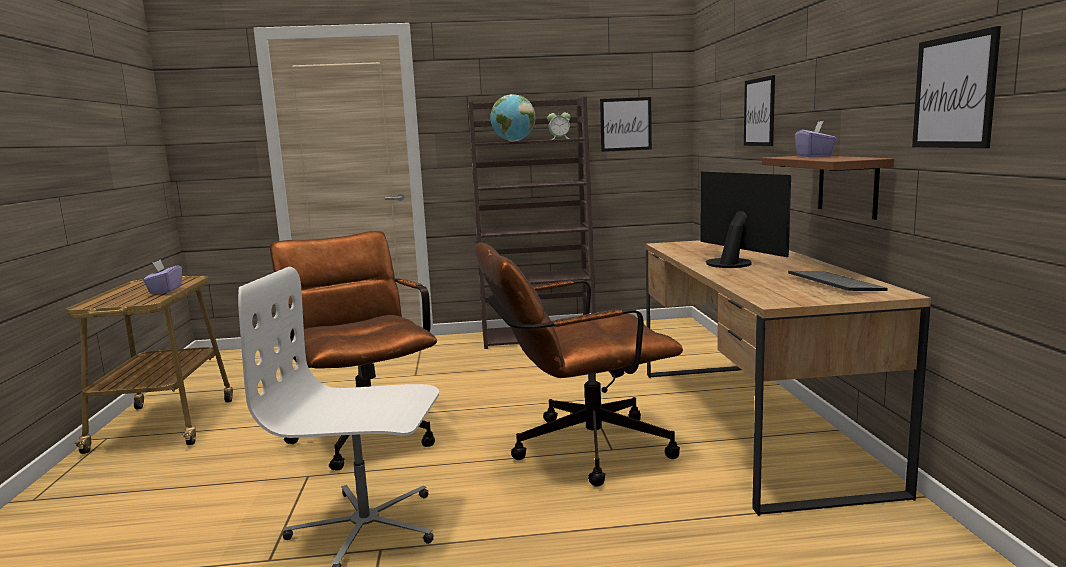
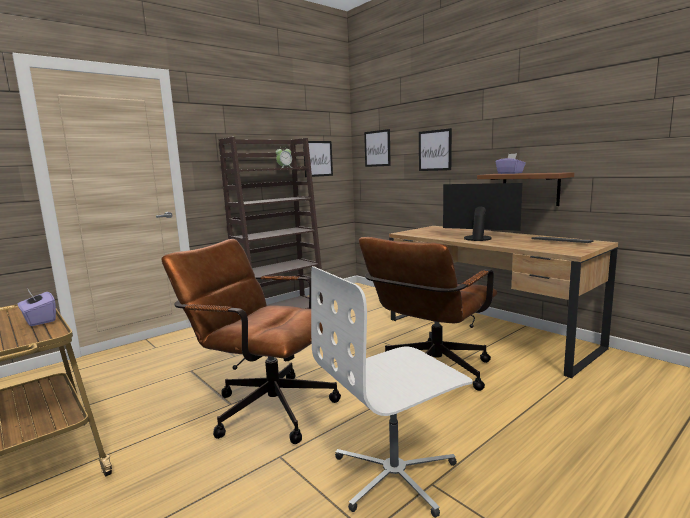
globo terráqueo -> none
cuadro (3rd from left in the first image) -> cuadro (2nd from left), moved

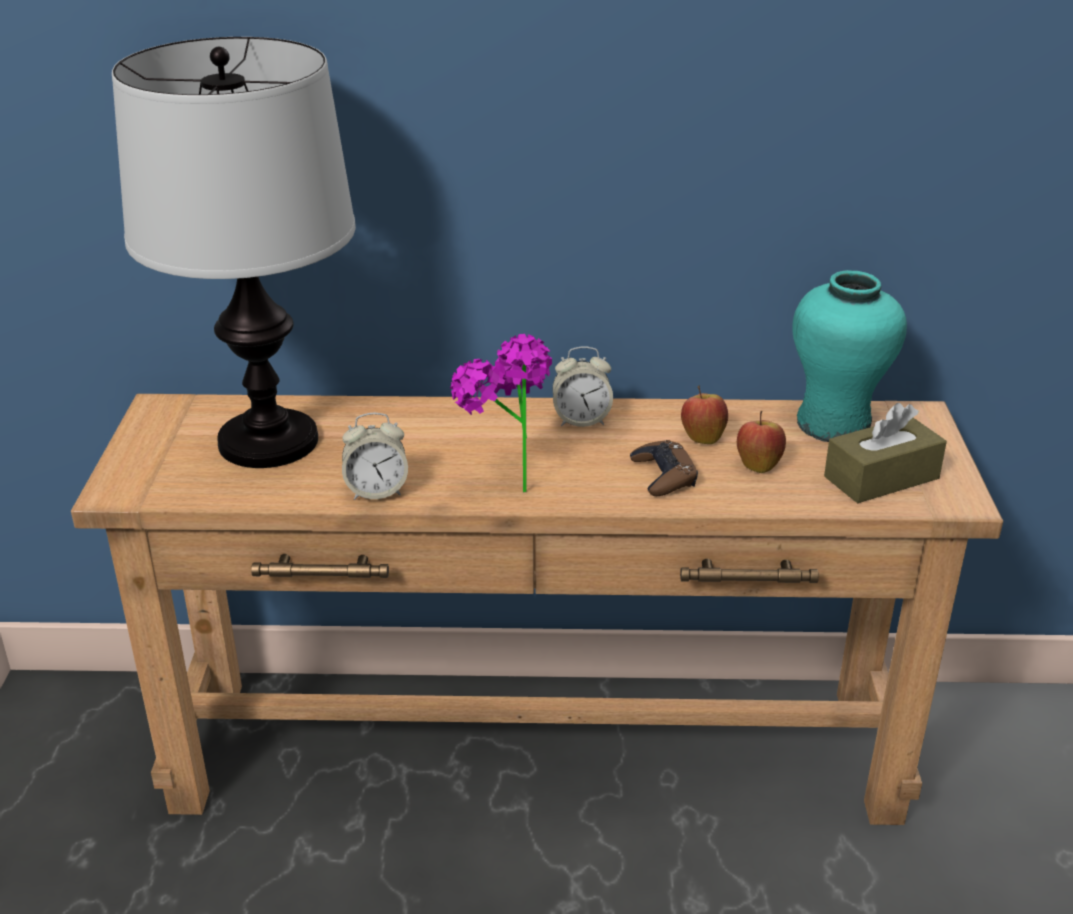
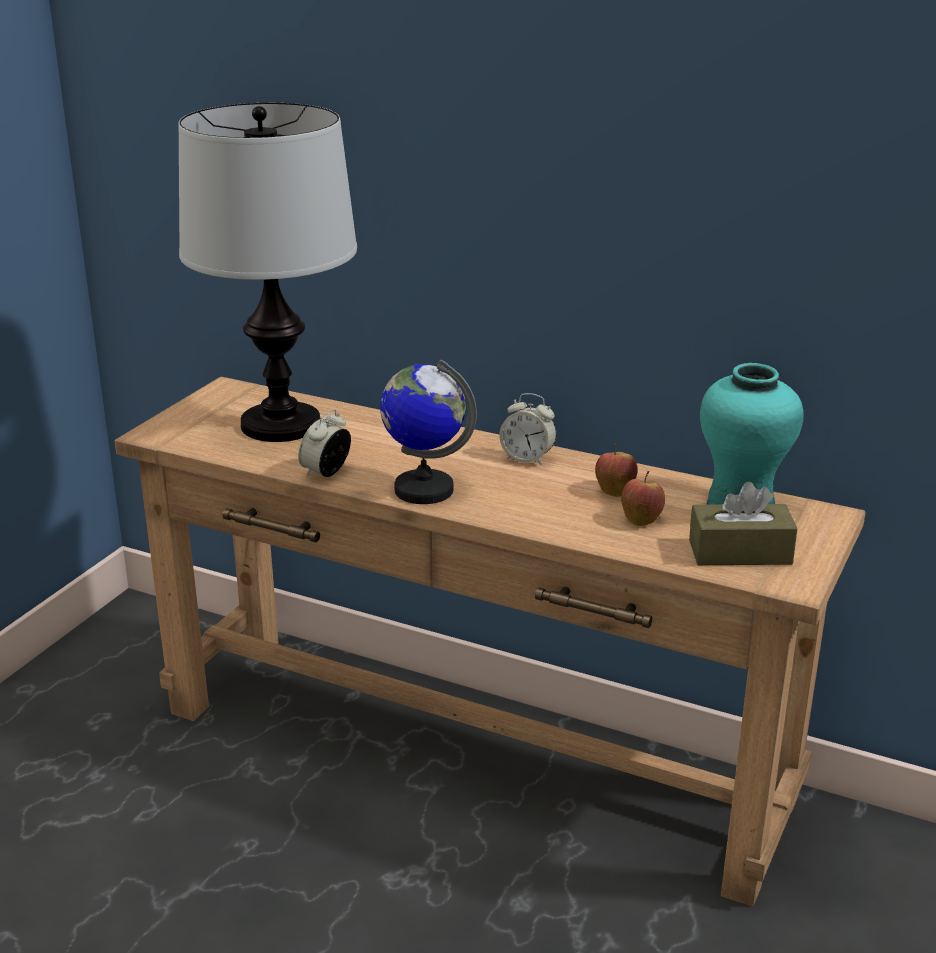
despertador (1st from left), 105 degrees clockwise
planta en maceta -> globo terráqueo
mando de consola/marrón -> none

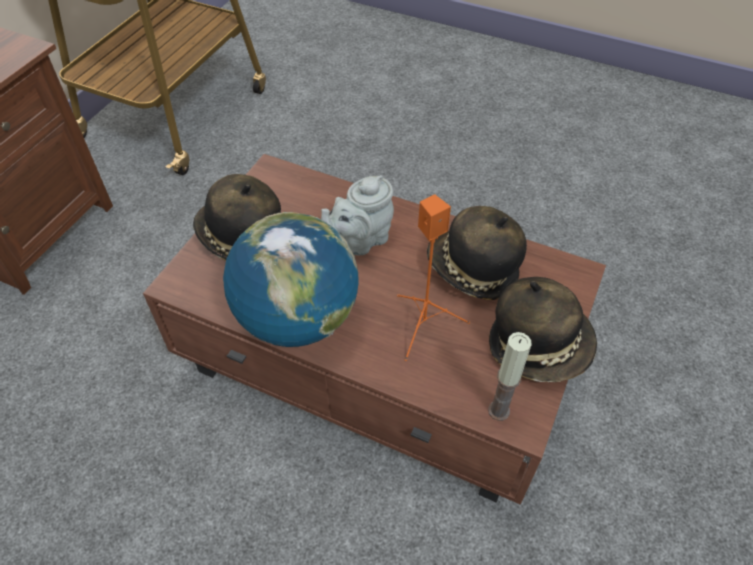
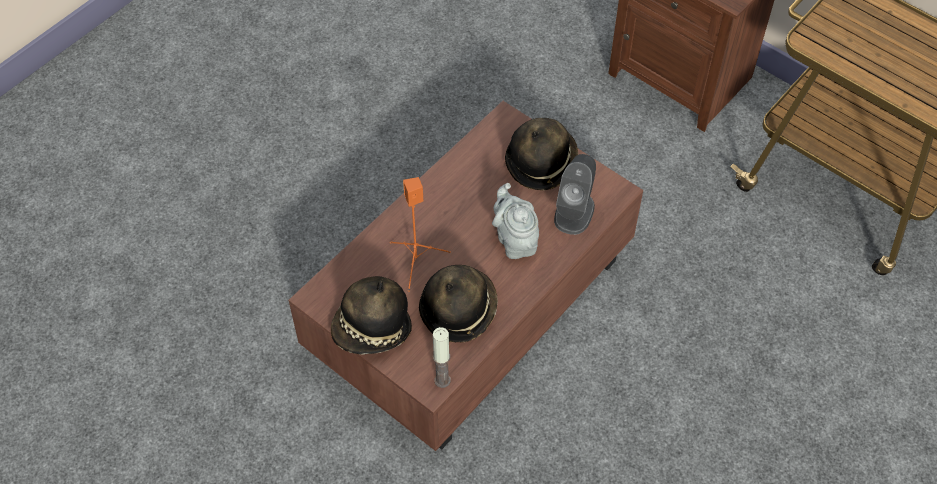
globo terráqueo -> none
vela, moved
none -> altavoz/gris

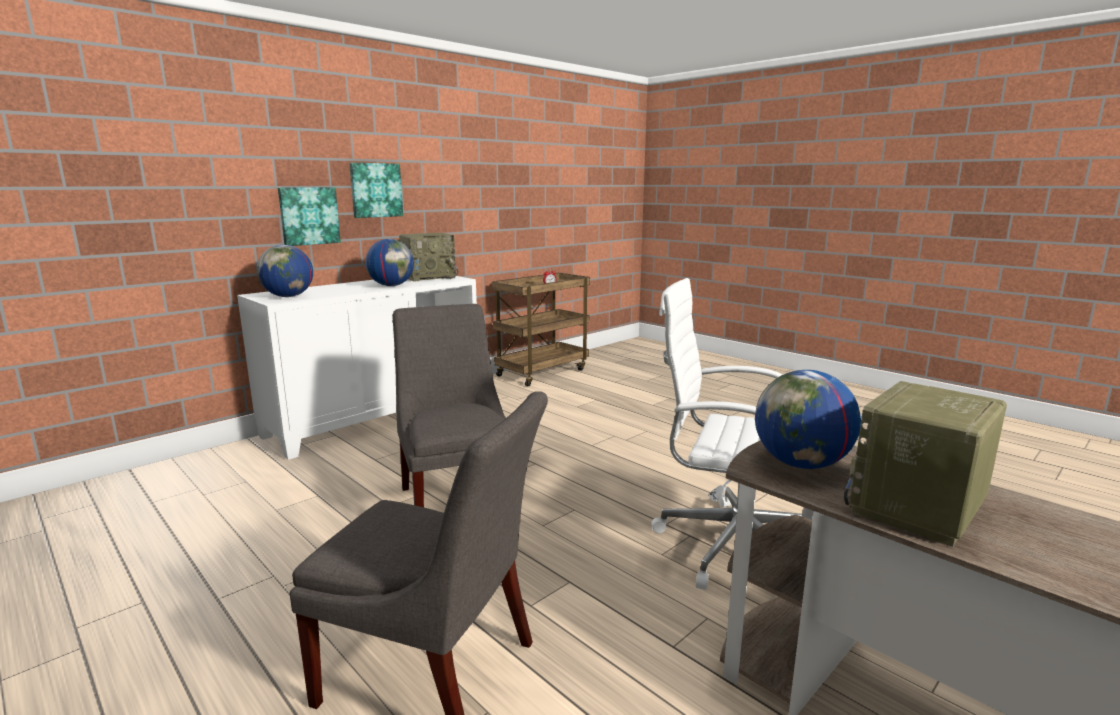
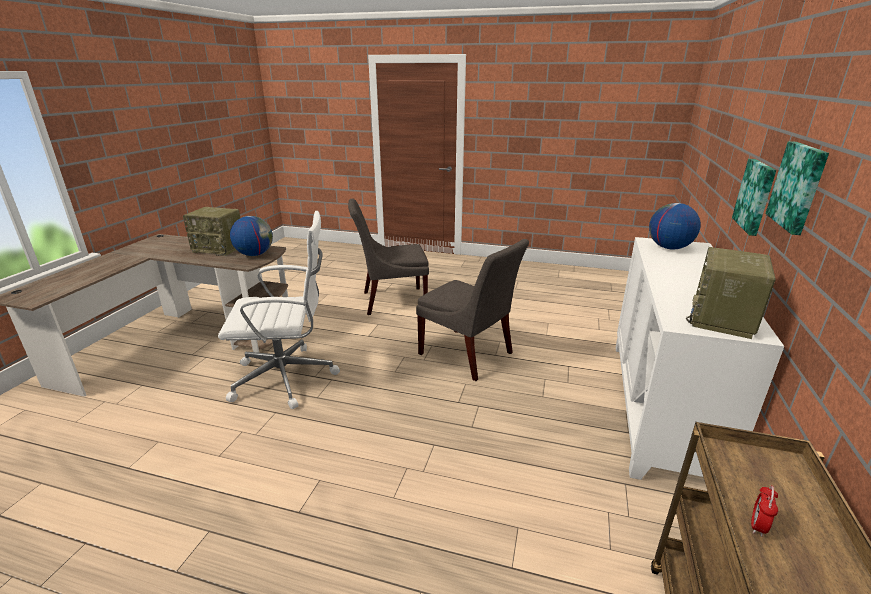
globo terráqueo (2nd from left) -> none
radio (2nd from left in the first image) -> radio (1st from left), 90 degrees clockwise

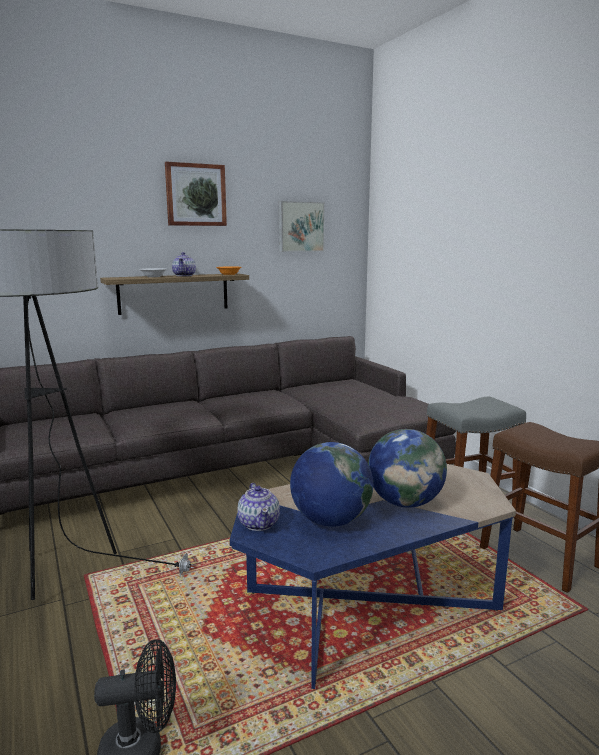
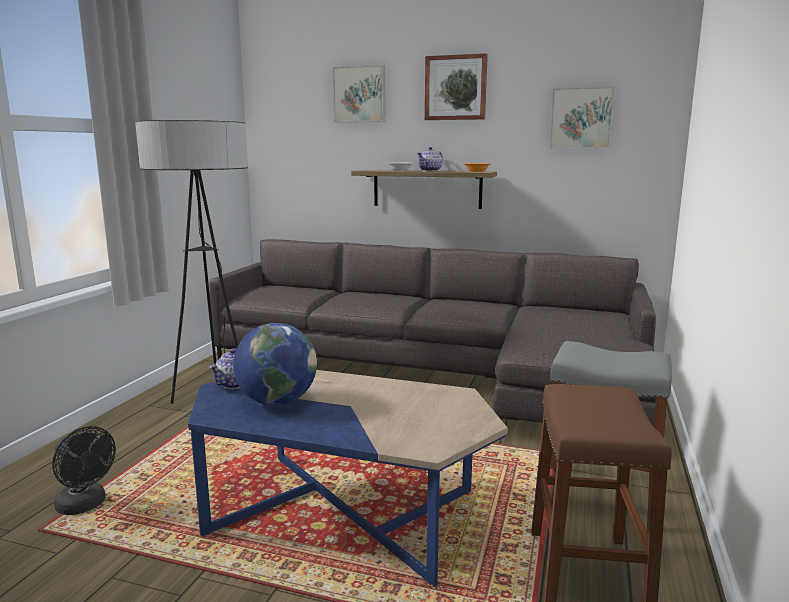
globo terráqueo (2nd from left) -> none
none -> cuadro (1st from left)

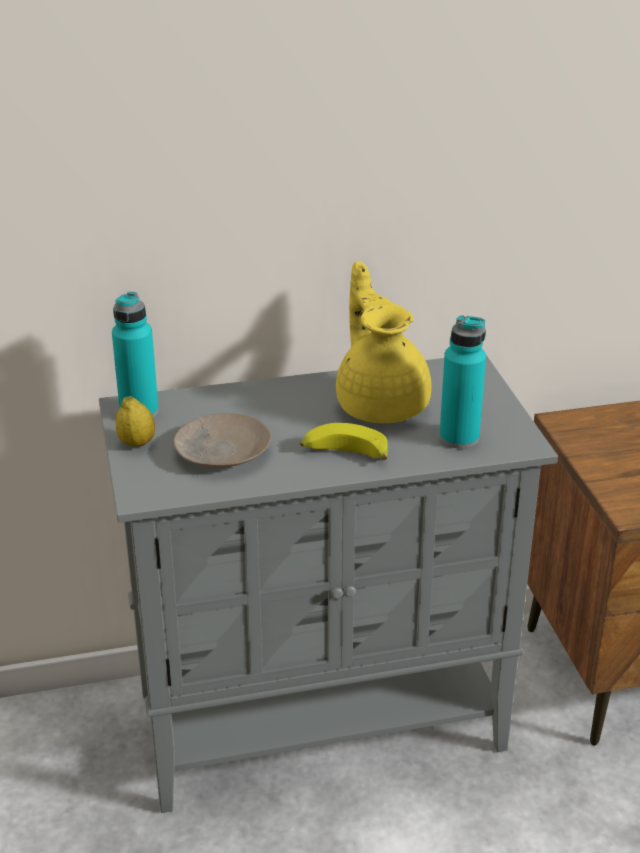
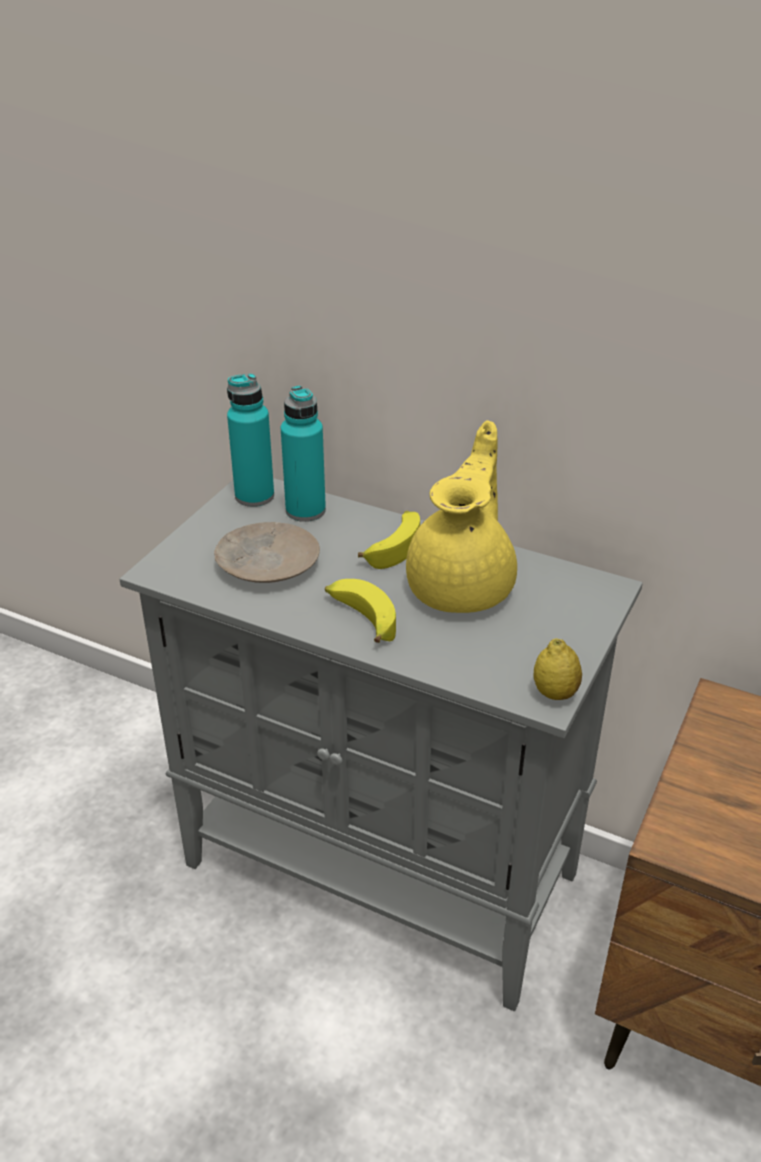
limón, moved
botella/turquesa (2nd from left), moved
none -> plátano (2nd from left)

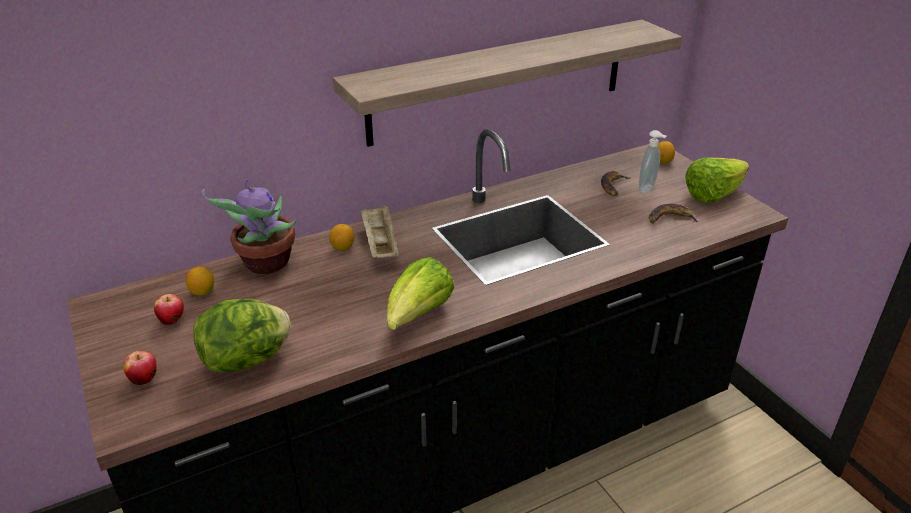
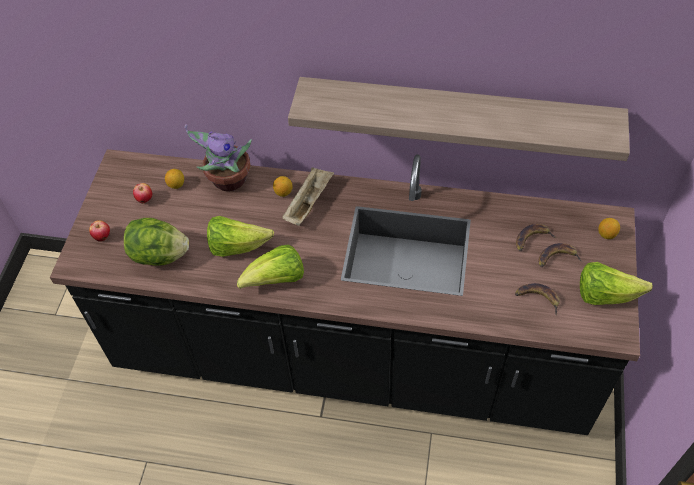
dispensador de jabón -> plátano (3rd from left)
none -> lechuga (2nd from left)

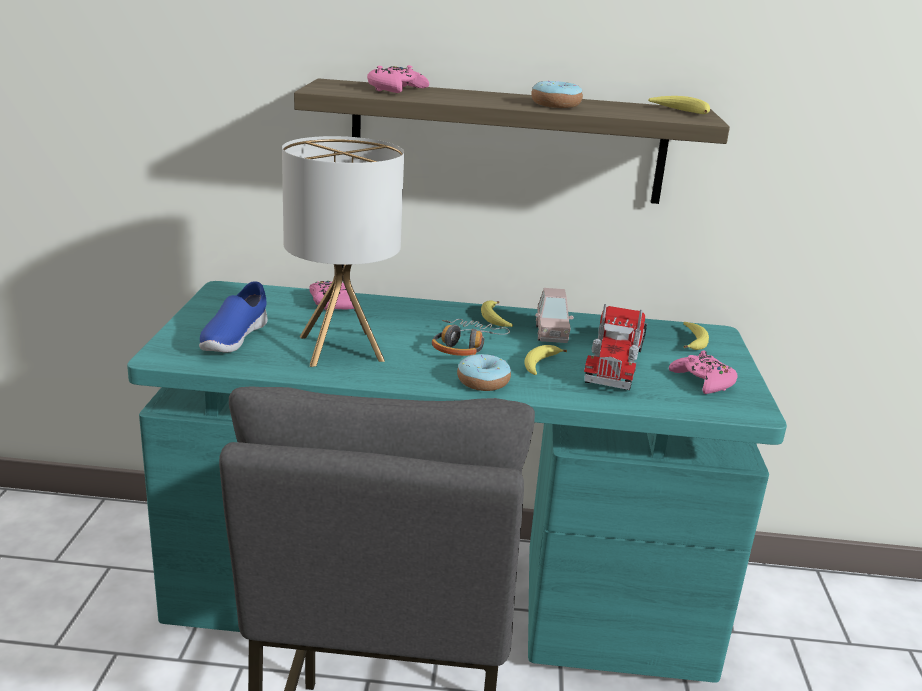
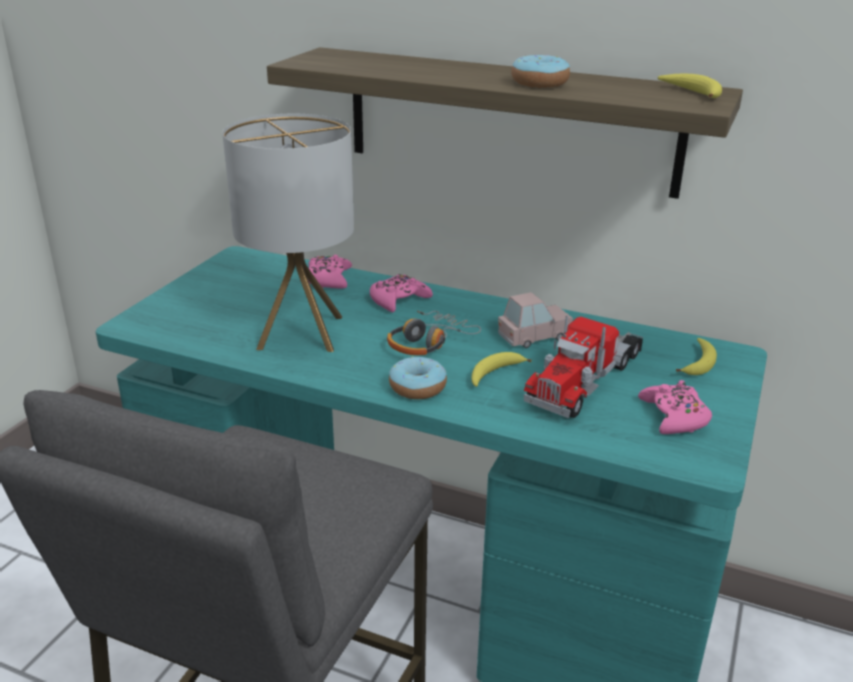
zapato/azul -> none
mando de consola/rosa (2nd from left), moved
plátano (1st from left) -> none
coche de juguete/rosa, 135 degrees counterclockwise

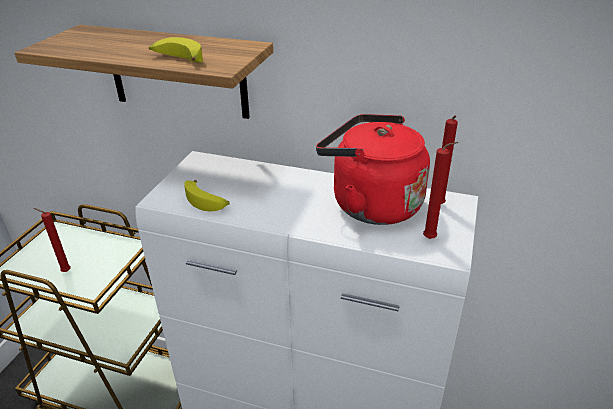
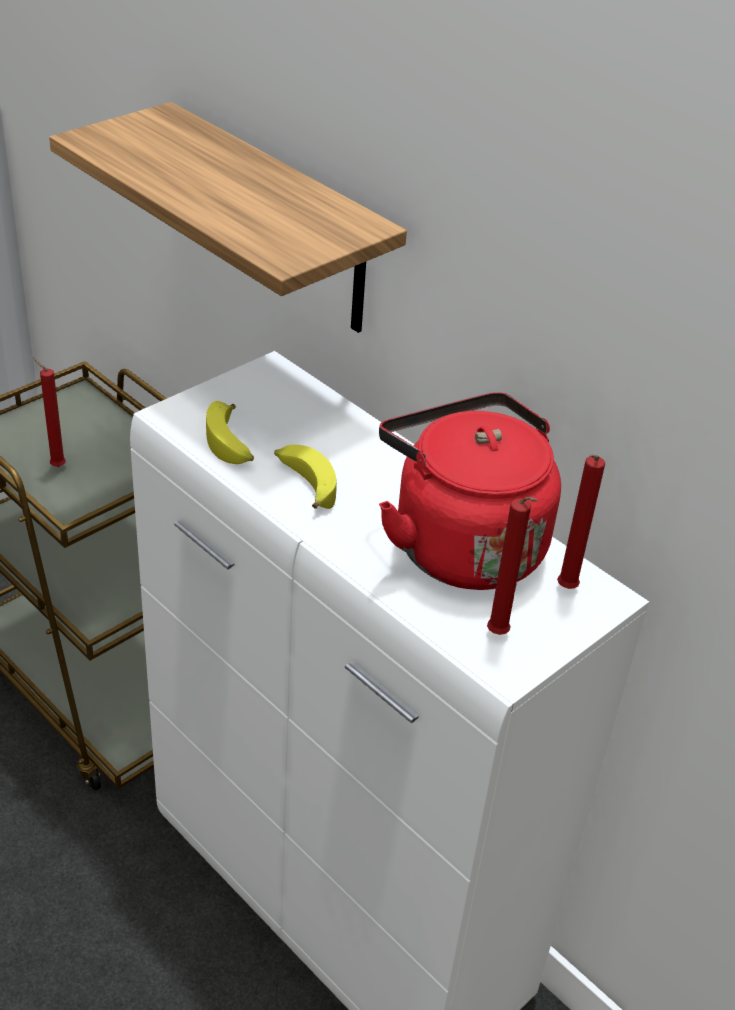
plátano (1st from left in the first image) -> plátano (2nd from left), moved

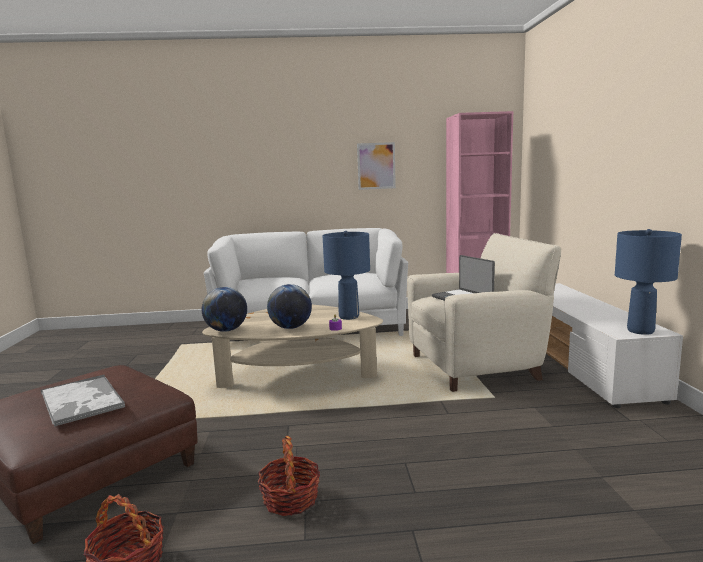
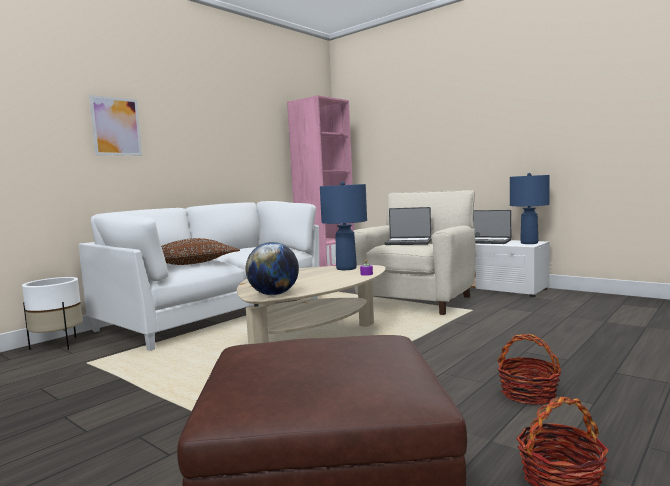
bandeja -> none
globo terráqueo (2nd from left) -> none
cuadro, moved
none -> maceta/blanco
none -> cojín/marrón
none -> portátil (2nd from left)

